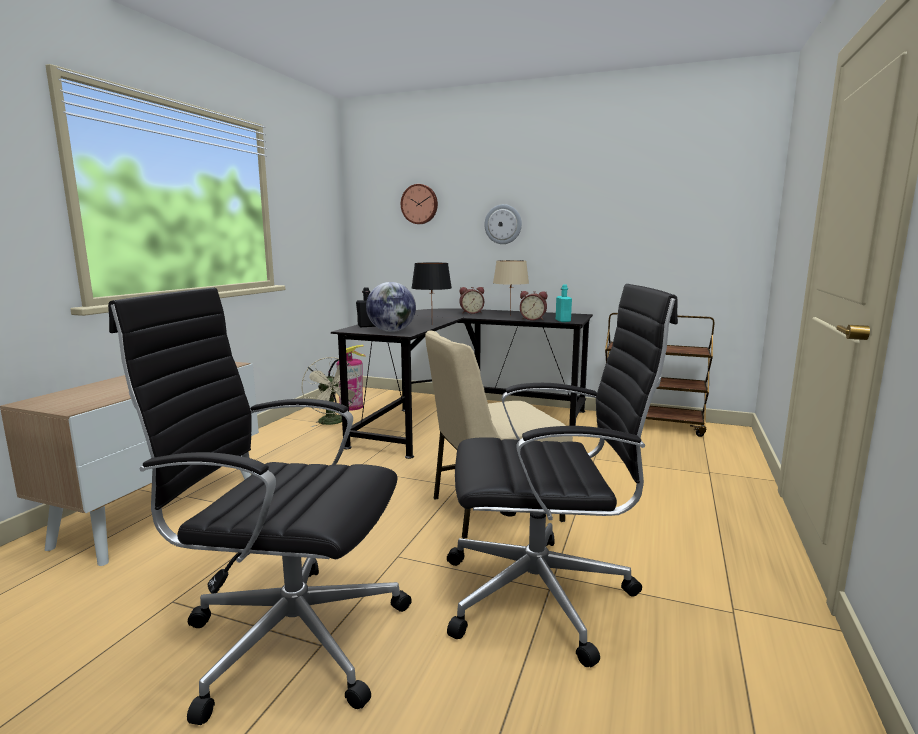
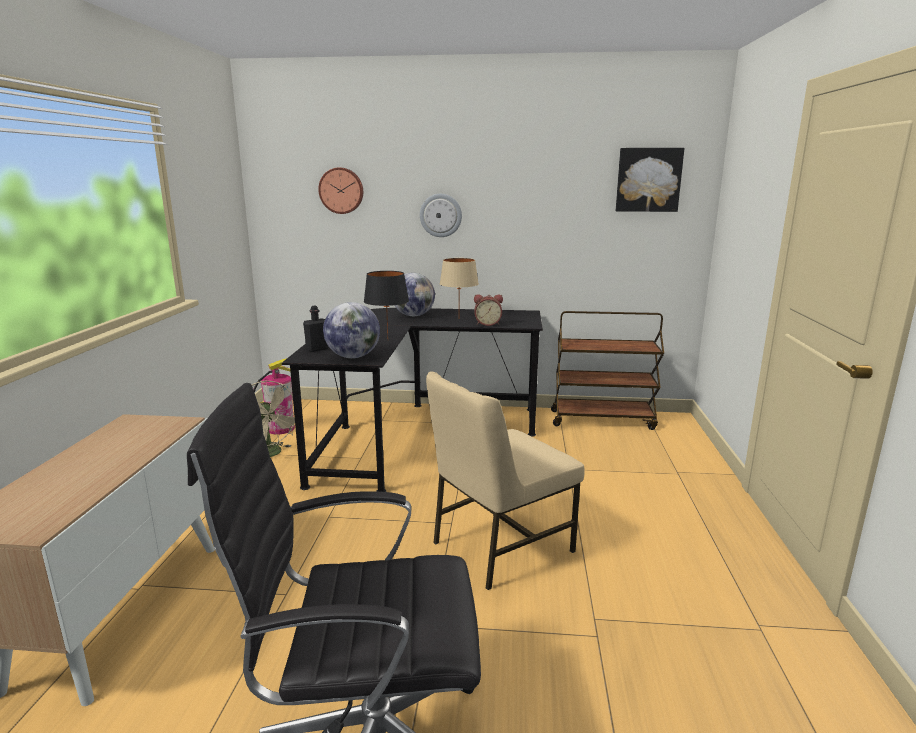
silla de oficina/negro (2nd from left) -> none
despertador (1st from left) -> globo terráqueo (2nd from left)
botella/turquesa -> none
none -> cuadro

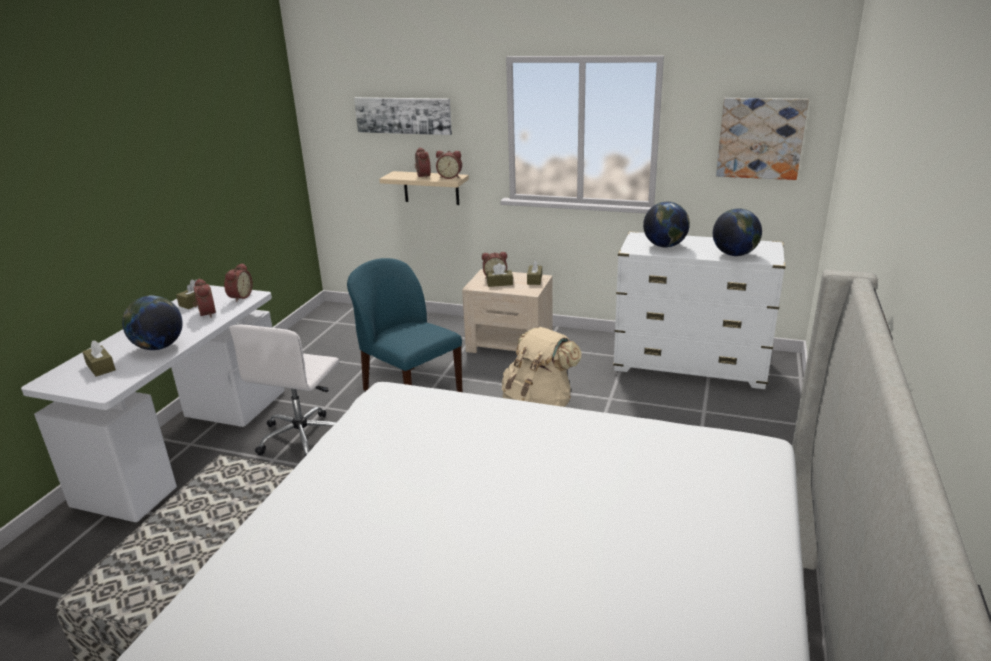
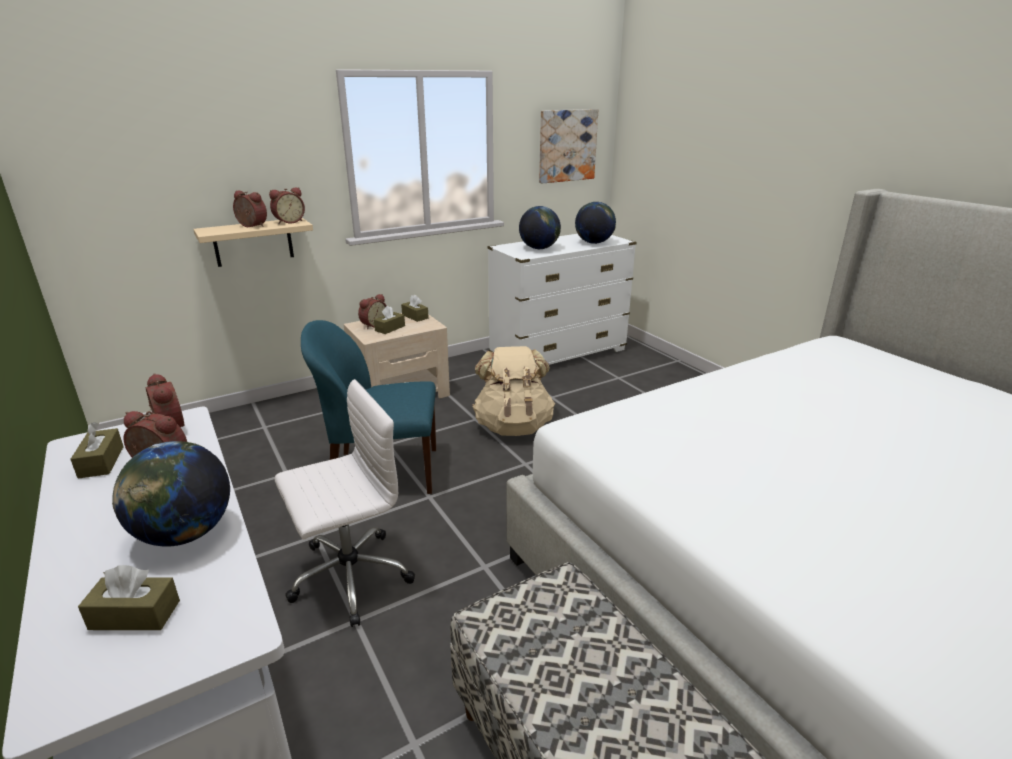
silla de oficina/blanco, 90 degrees counterclockwise
cuadro (1st from left) -> none

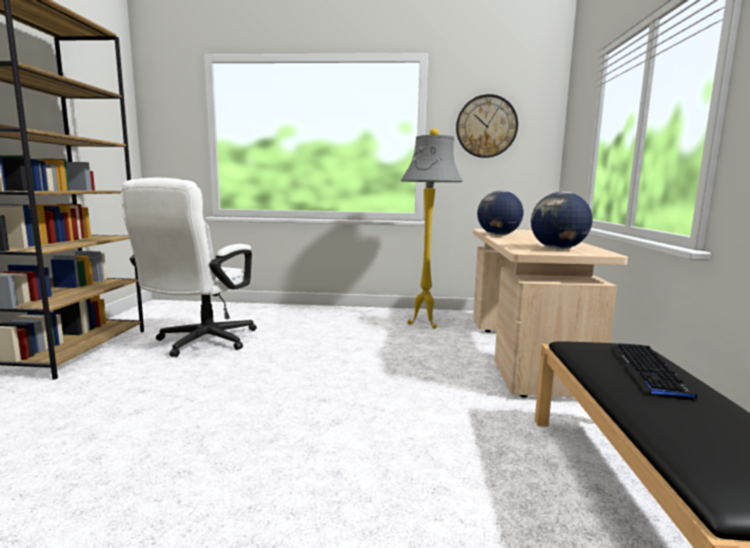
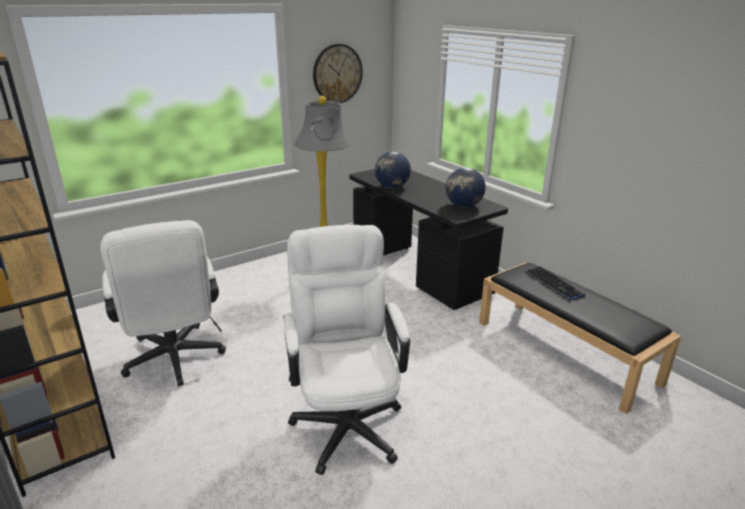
escritorio/beis -> escritorio/negro
none -> silla de oficina/blanco (2nd from left)

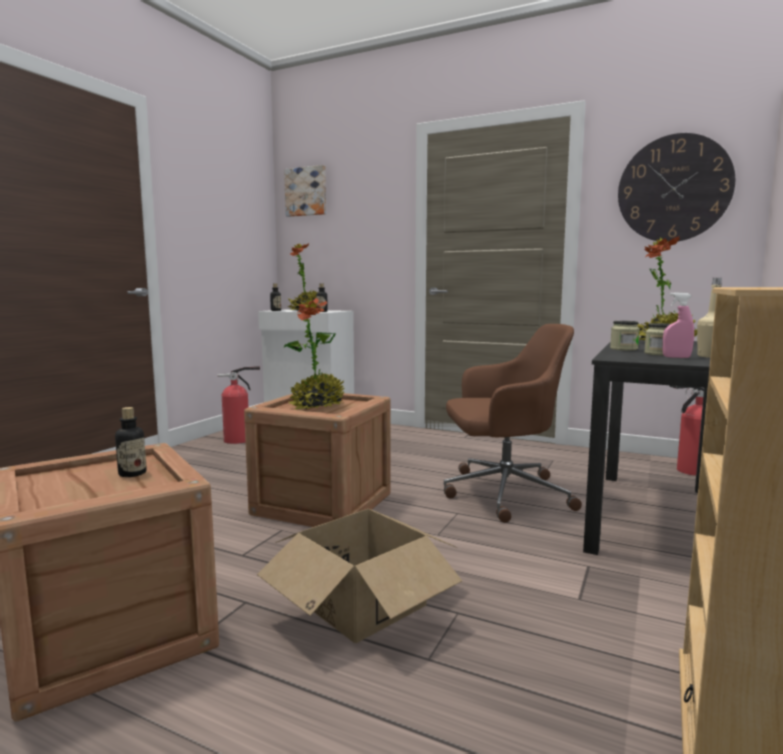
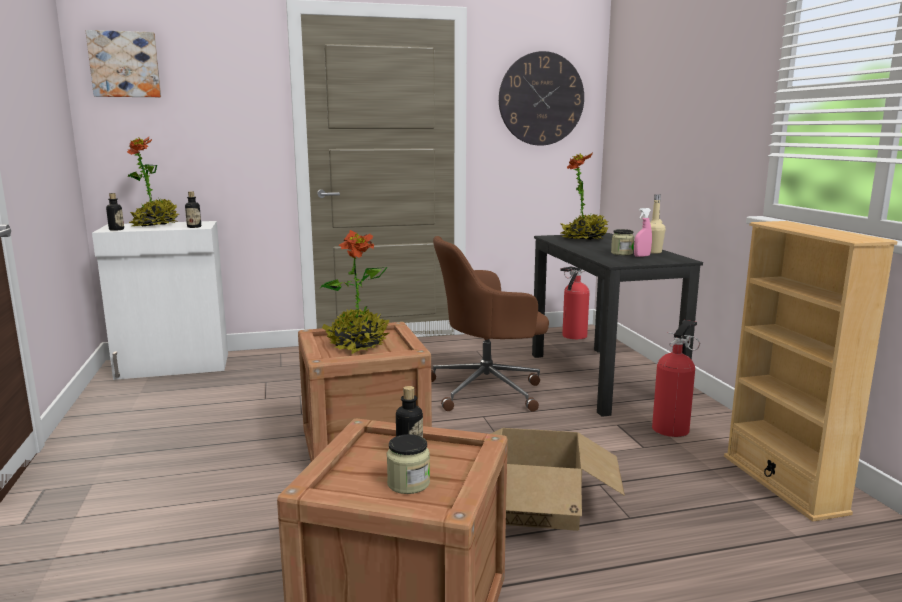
extintor (1st from left in the first image) -> extintor (2nd from left), moved
silla de oficina/marrón, 150 degrees counterclockwise
tarro (1st from left), moved

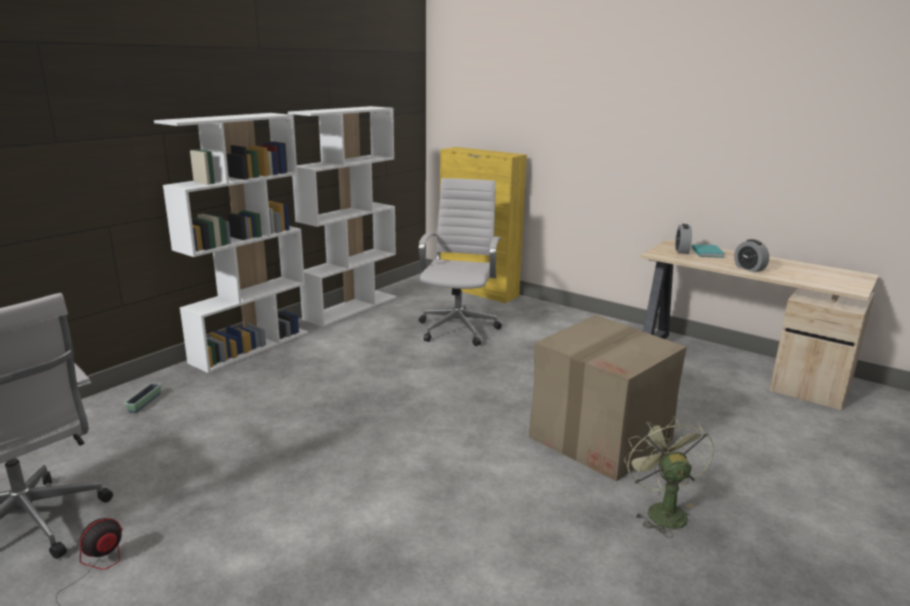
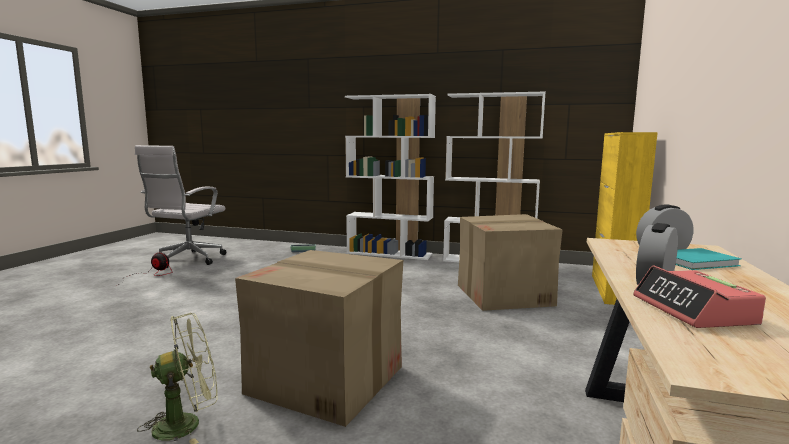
silla de oficina/blanco (2nd from left) -> caja de cartón (2nd from left)
none -> despertador (3rd from left)

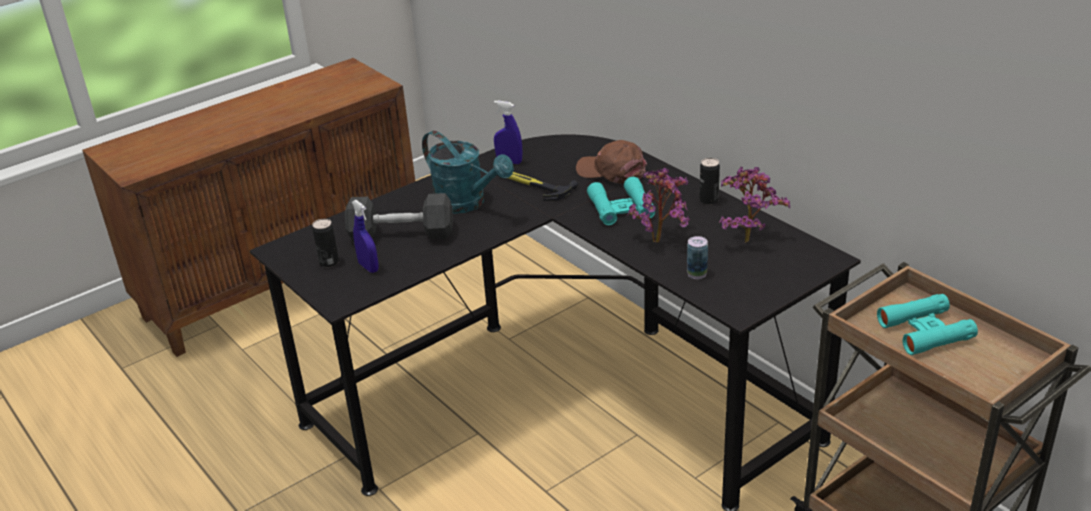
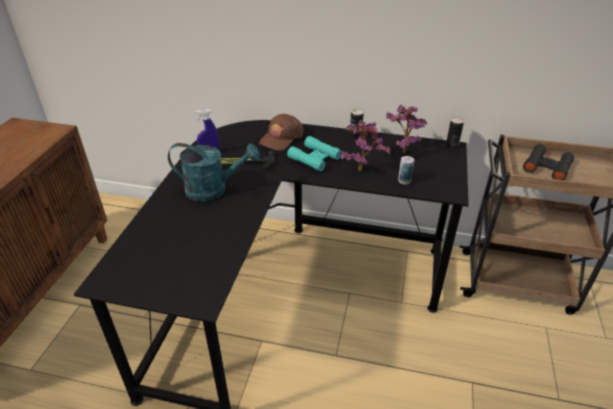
lata (1st from left in the first image) -> lata (3rd from left), moved
mancuerna/gris -> none
pulverizador/azul (1st from left) -> none
gorra/marrón, 45 degrees counterclockwise
prismáticos/turquesa (2nd from left) -> prismáticos/negro

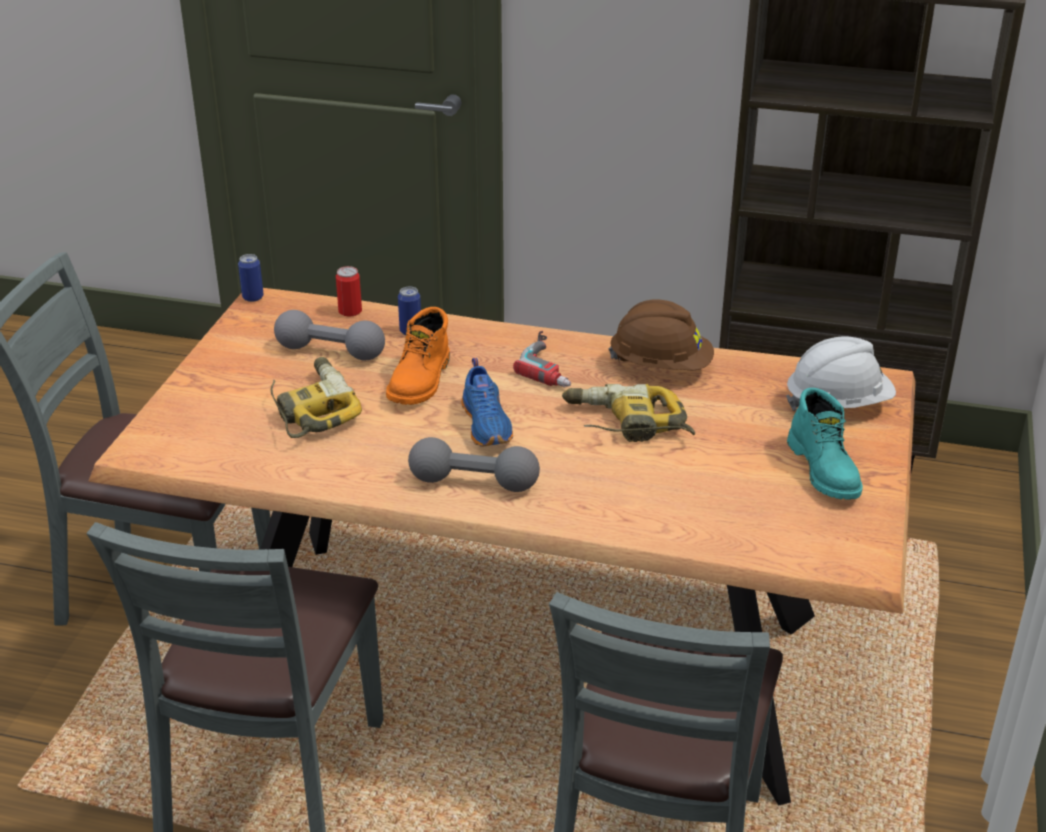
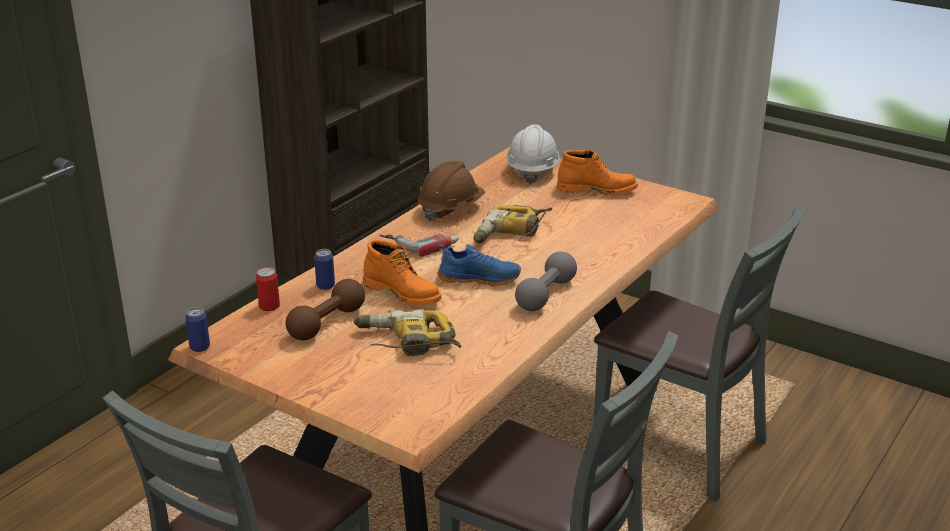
mancuerna/gris (1st from left) -> mancuerna/marrón
bota/turquesa -> bota/naranja (2nd from left)

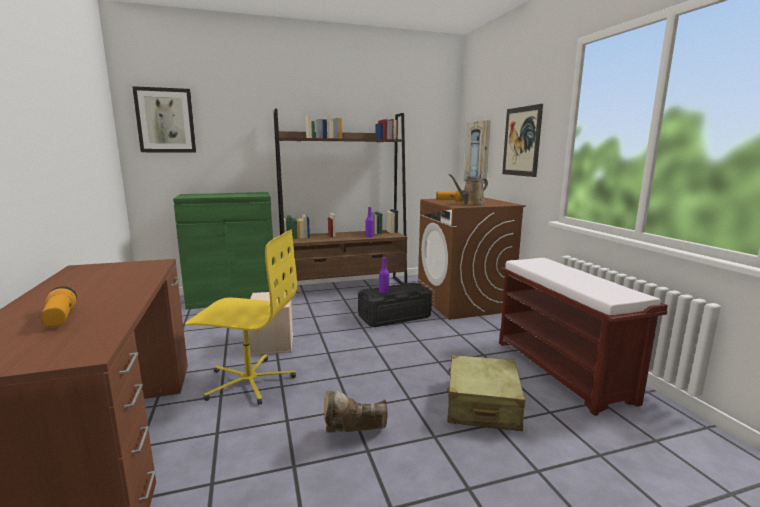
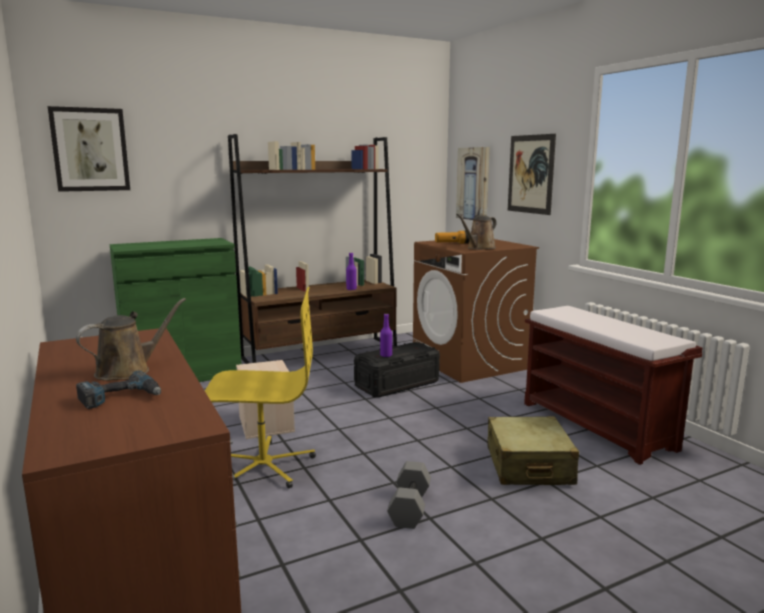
linterna (1st from left) -> taladro
bota/marrón -> mancuerna/gris
none -> regadera/marrón (1st from left)

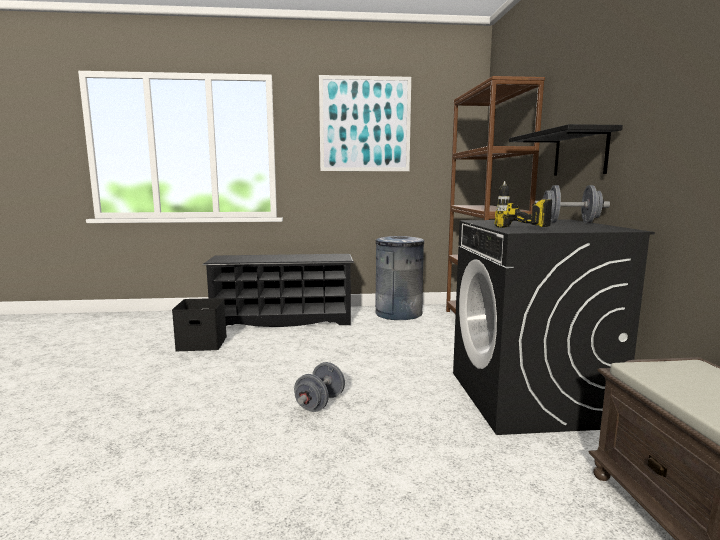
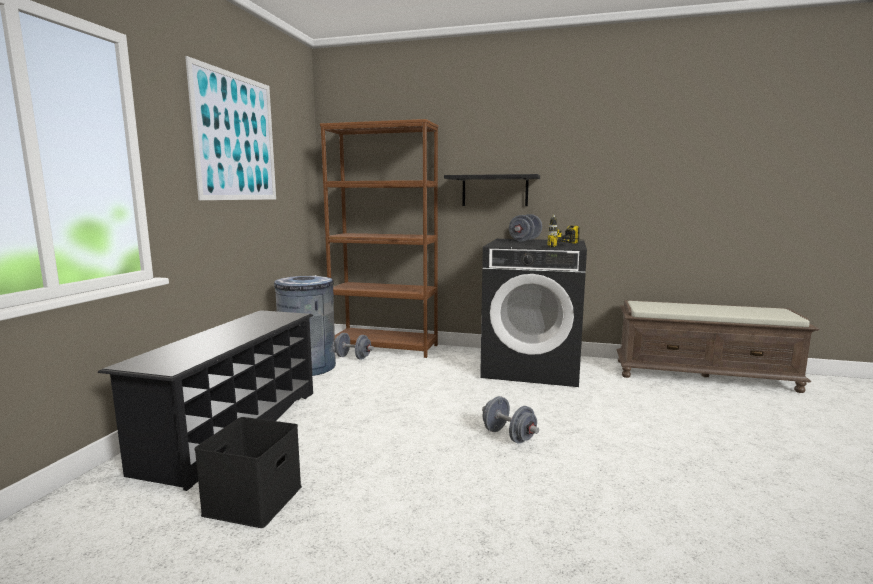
none -> mancuerna/gris (1st from left)

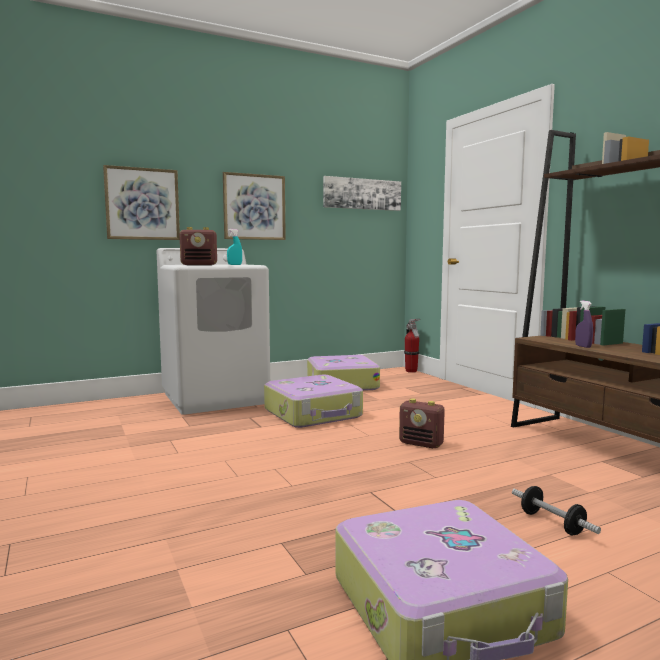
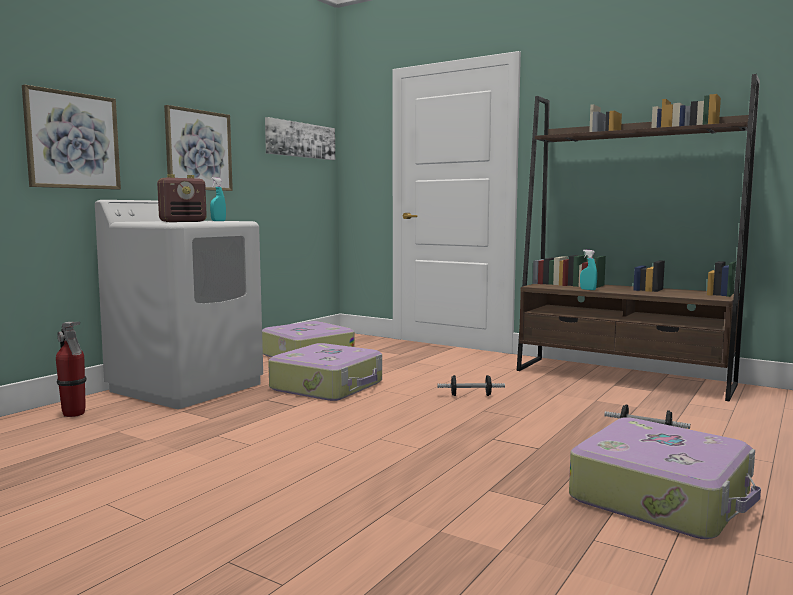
radio (2nd from left) -> mancuerna (1st from left)
extintor, moved
pulverizador/morado -> pulverizador/turquesa (2nd from left)

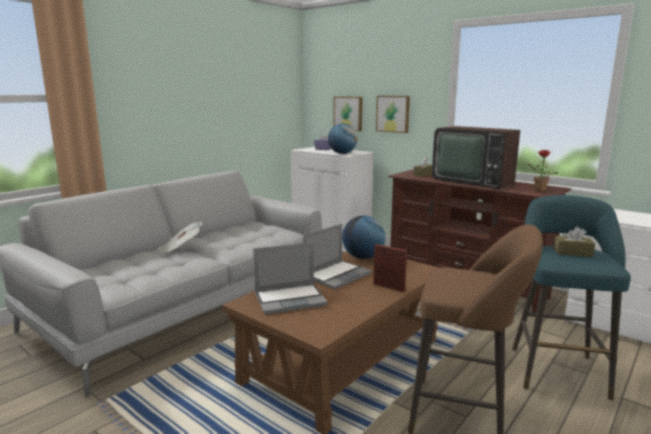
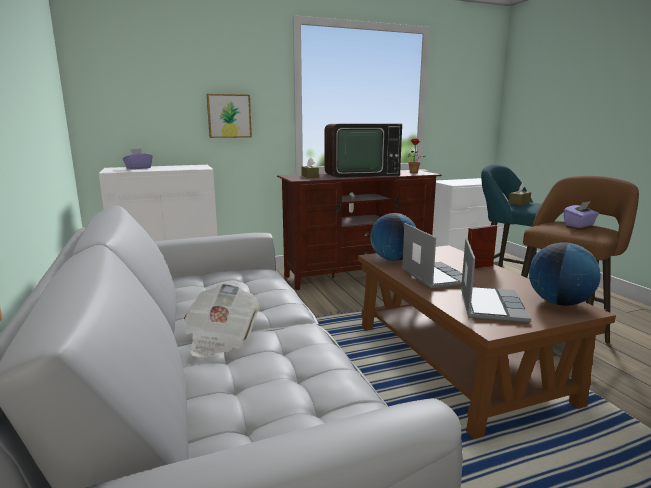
globo terráqueo (1st from left in the first image) -> globo terráqueo (2nd from left), moved
cuadro (1st from left) -> none
none -> caja de pañuelos/morado (2nd from left)

